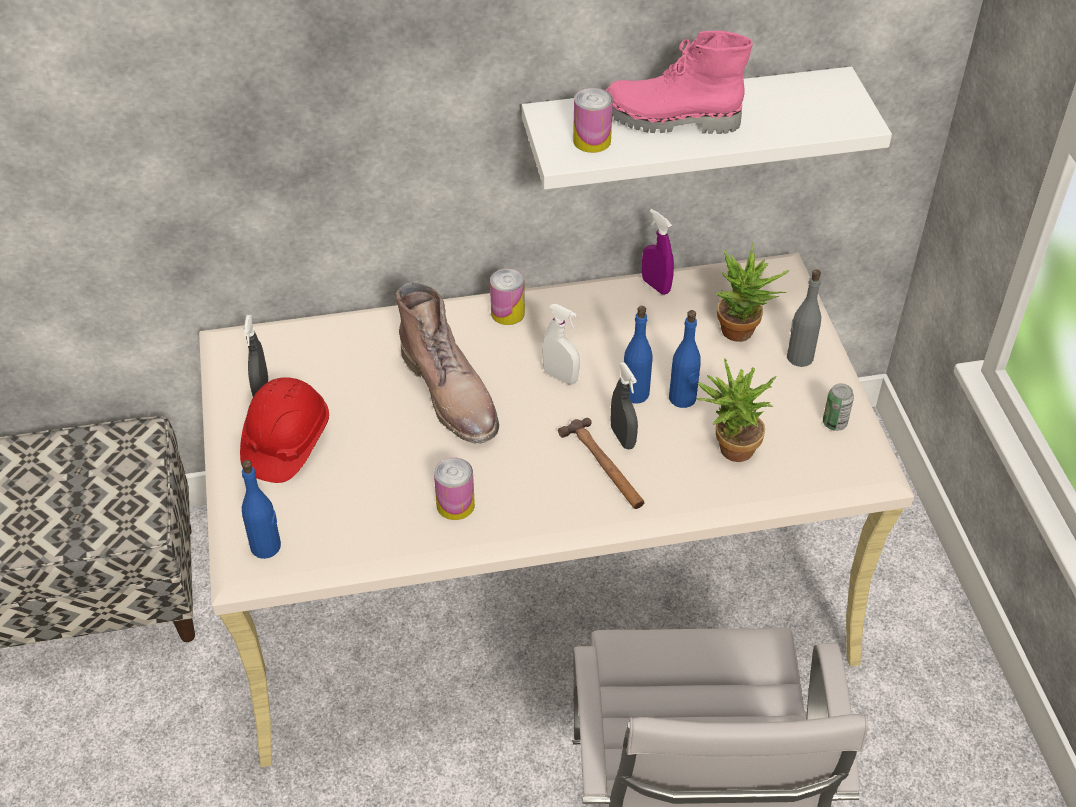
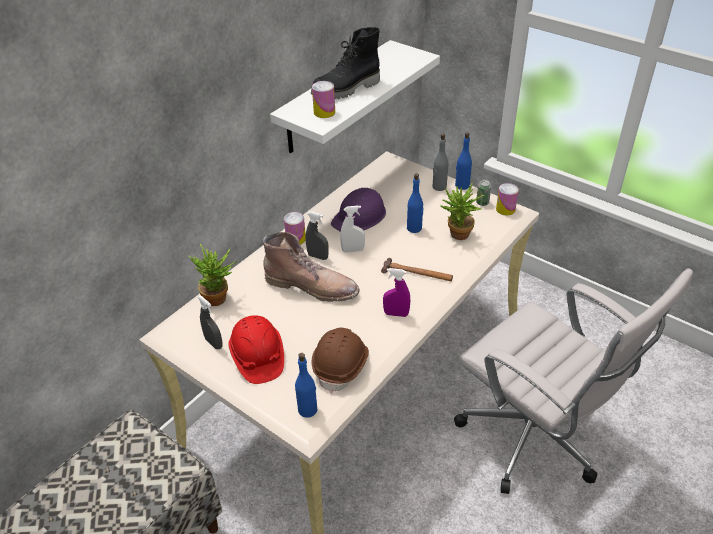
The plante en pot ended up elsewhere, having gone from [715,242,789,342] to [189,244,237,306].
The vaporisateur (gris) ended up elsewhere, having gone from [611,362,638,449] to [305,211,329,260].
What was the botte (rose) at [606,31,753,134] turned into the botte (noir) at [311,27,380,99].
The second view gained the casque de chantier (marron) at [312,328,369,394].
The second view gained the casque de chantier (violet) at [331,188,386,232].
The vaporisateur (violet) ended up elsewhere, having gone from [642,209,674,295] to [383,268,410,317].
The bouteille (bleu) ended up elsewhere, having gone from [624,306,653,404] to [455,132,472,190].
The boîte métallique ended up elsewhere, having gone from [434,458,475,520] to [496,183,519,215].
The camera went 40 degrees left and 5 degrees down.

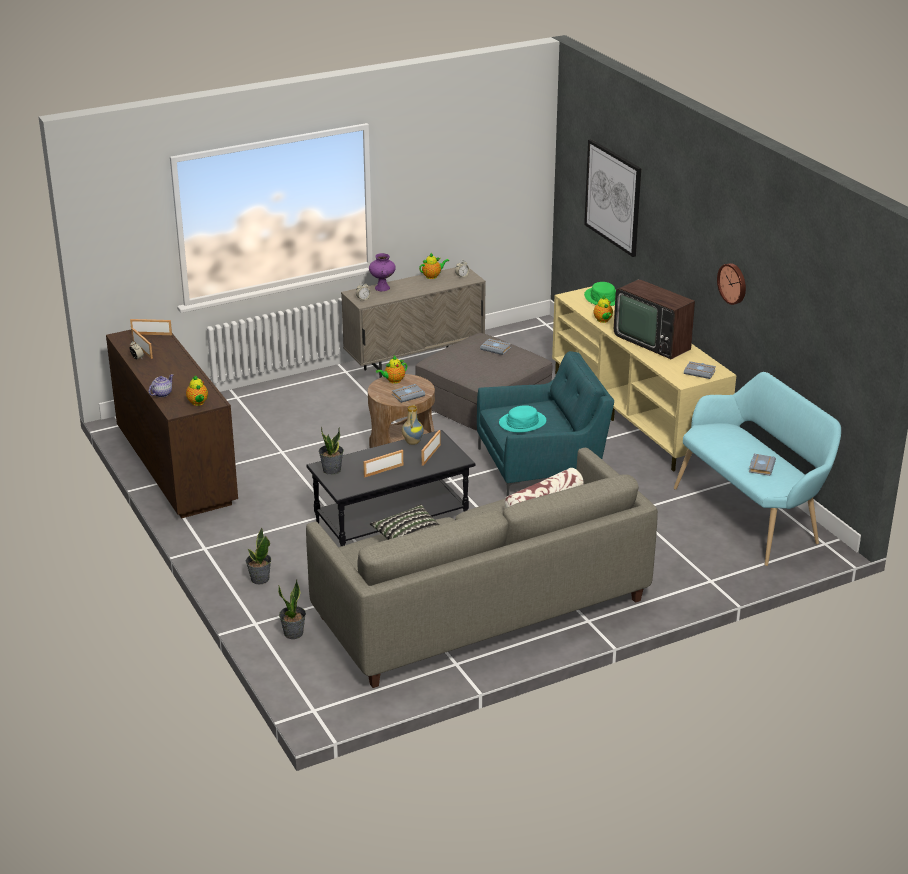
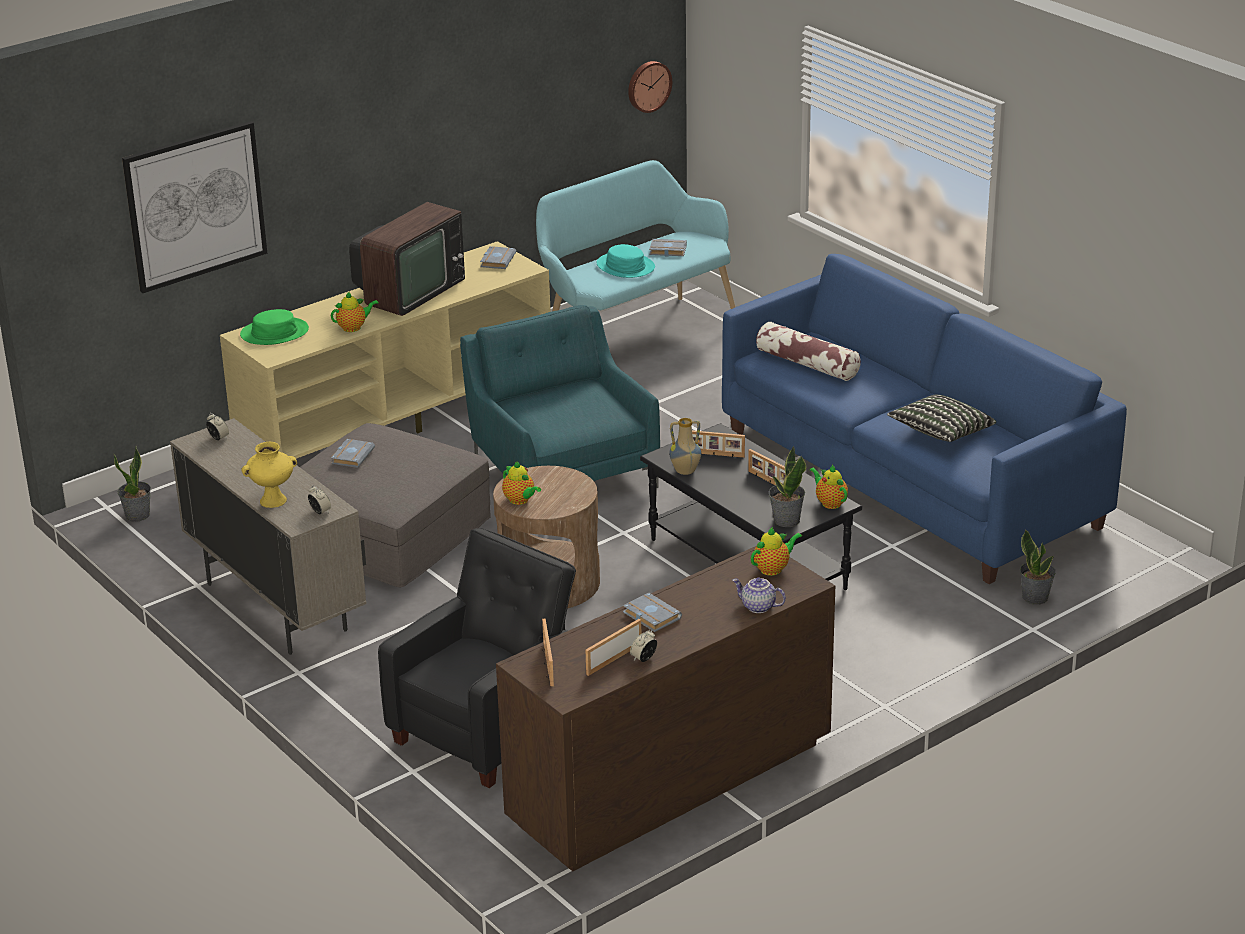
The plante en pot ended up elsewhere, having gone from [246,527,271,584] to [114,446,151,522].
What was the vase (violet) at [369,253,396,291] turned into the vase (jaune) at [242,442,297,508].
The second view gained the fauteuil (noir) at [378,528,576,788].
The chapeau (turquoise) ended up elsewhere, having gone from [499,405,546,432] to [597,244,655,278].
The livre (gris) ended up elsewhere, having gone from [392,384,425,403] to [623,592,682,632].
The horloge murale ended up elsewhere, having gone from [717,263,746,305] to [628,61,672,113].
What was the canapé (gris) at [306,448,658,688] turned into the canapé (bleu) at [722,254,1127,584].
The théière ended up elsewhere, having gone from [419,253,449,279] to [809,465,848,509].
The camera went 100 degrees left and 0 degrees up.

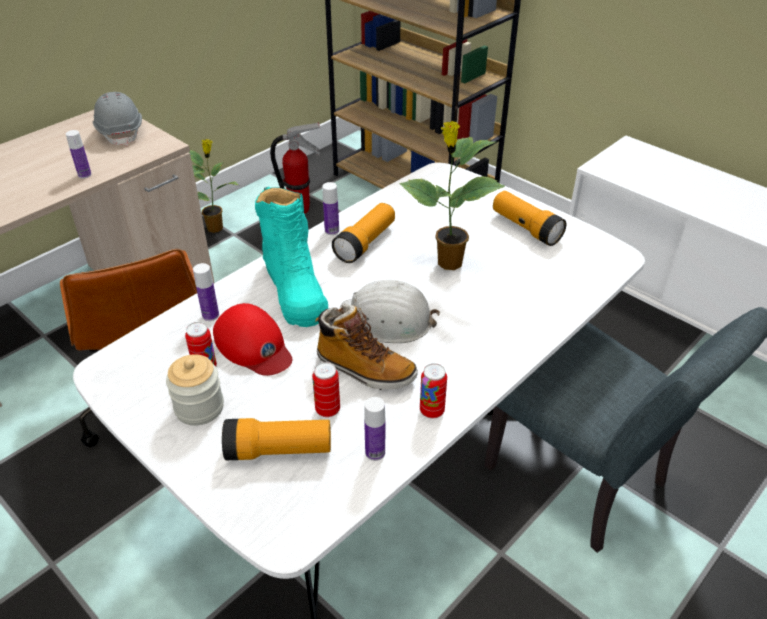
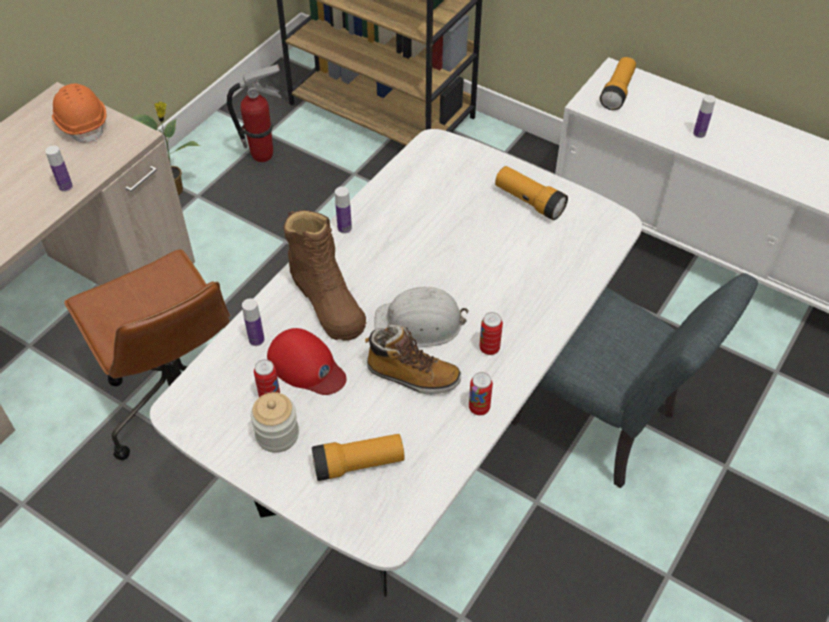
What was the casque de chantier (gris) at [92,92,142,146] turned into the casque de chantier (orange) at [52,84,106,143].
What was the botte (turquoise) at [255,187,328,327] turned into the botte (marron) at [283,210,366,341].
The boîte métallique ended up elsewhere, having gone from [312,362,340,417] to [479,312,503,355].
The lampe de poche ended up elsewhere, having gone from [332,203,395,263] to [600,57,636,110].
The bouteille ended up elsewhere, having gone from [364,397,385,461] to [693,95,716,138].
The second view lost the plante en pot at [399,121,505,270].
The camera went 10 degrees left and 10 degrees up.

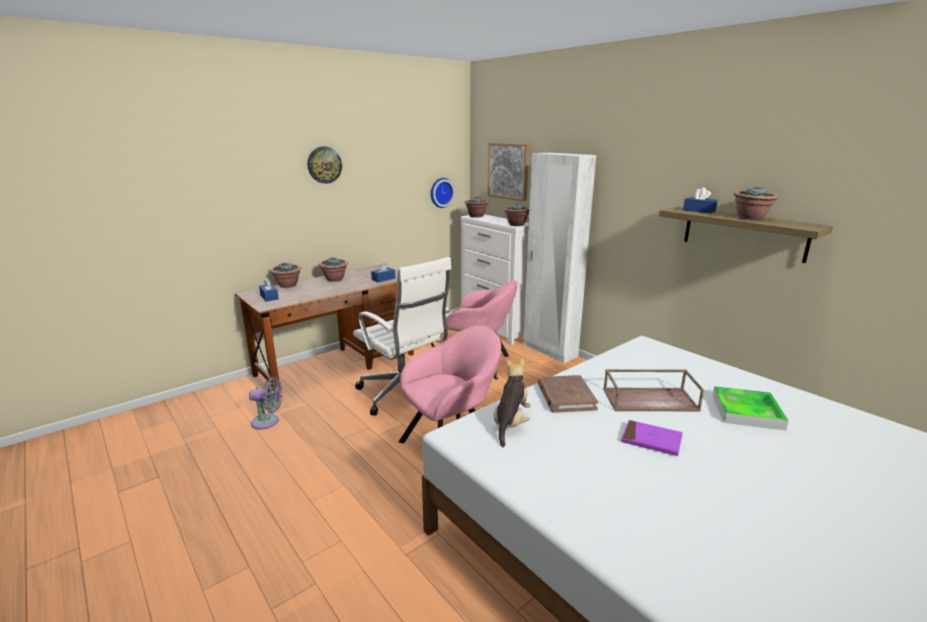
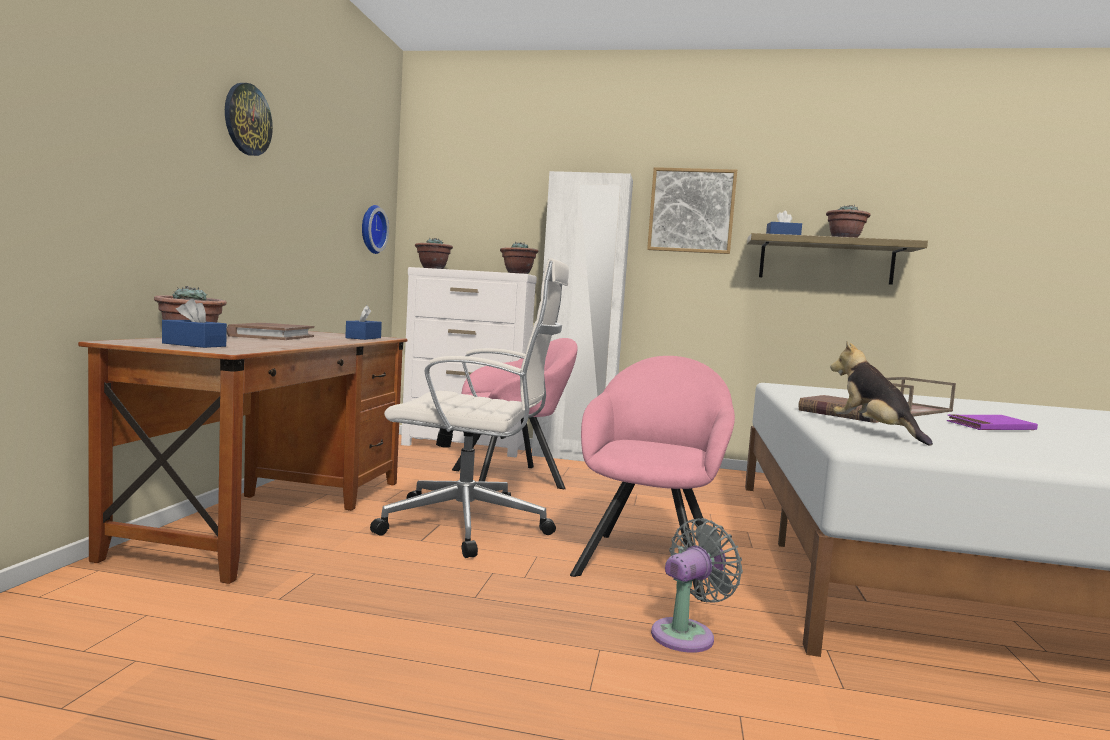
Where the plante en pot stood at [319,257,348,282], the livre (marron) came to stand at [227,323,314,340].
The tableau ended up elsewhere, having gone from [488,143,529,201] to [647,167,737,254].
The ventilateur (gris) ended up elsewhere, having gone from [249,377,282,430] to [651,518,743,653].
The second view lost the plateau at [712,386,789,430].
The camera went 40 degrees left and 15 degrees down.

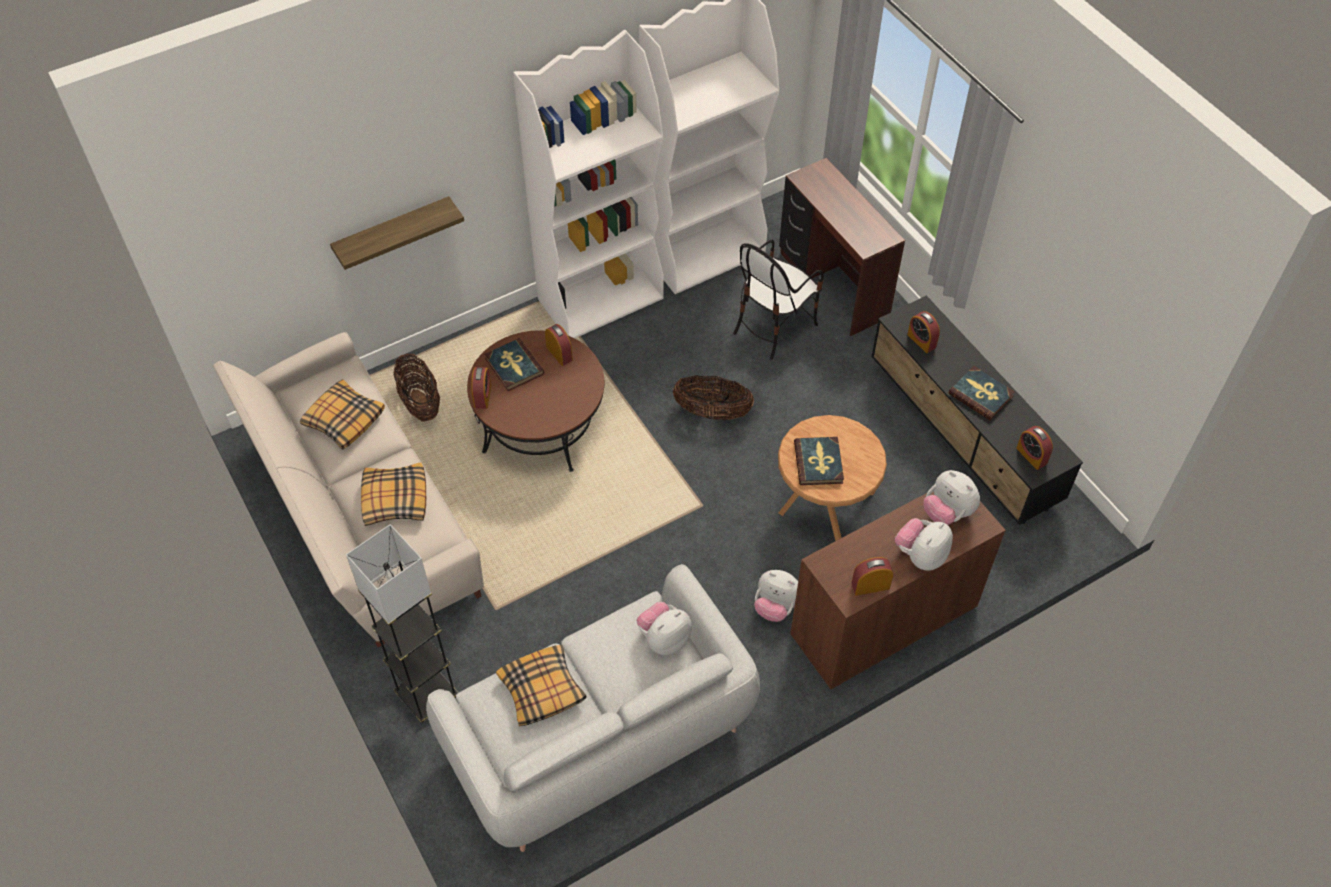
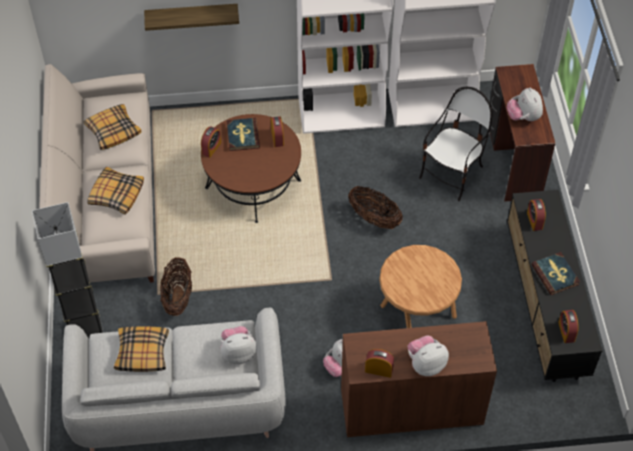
The panier ended up elsewhere, having gone from [394,354,440,422] to [160,257,192,316].
The chaise at [733,239,824,360] ended up facing another way, 150 degrees clockwise from before.
The peluche ended up elsewhere, having gone from [923,470,980,525] to [507,88,543,121].
The second view lost the livre at [794,437,844,485].
The camera went 25 degrees right and 0 degrees up.

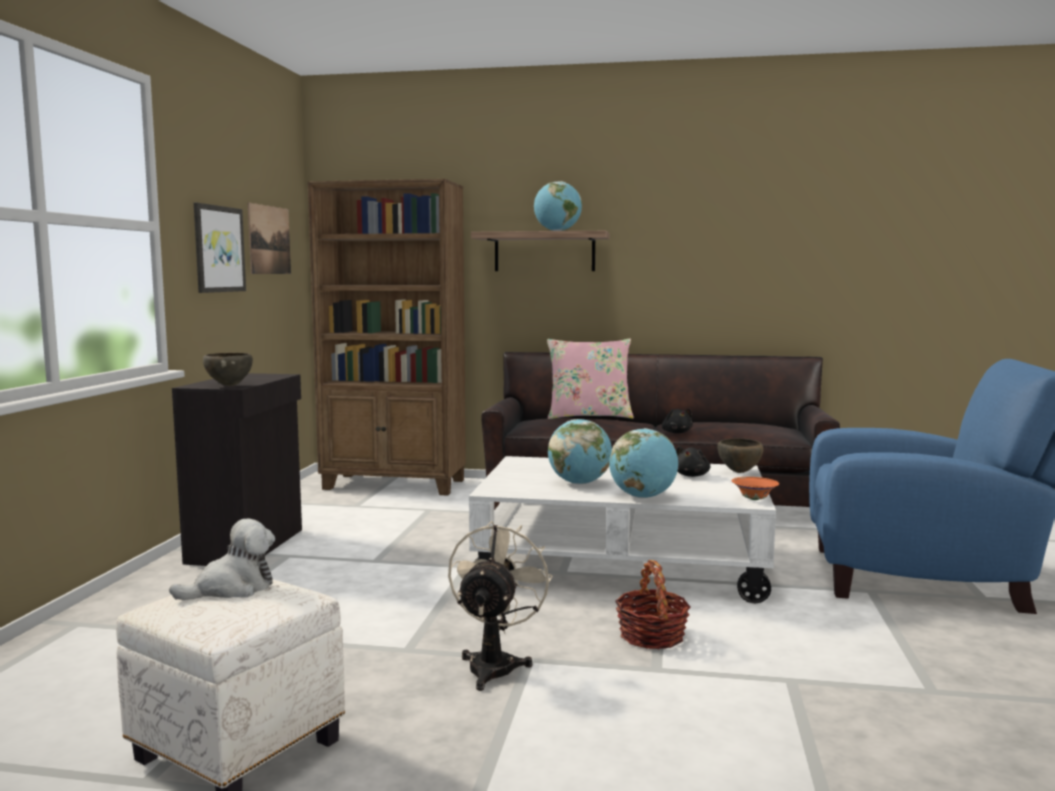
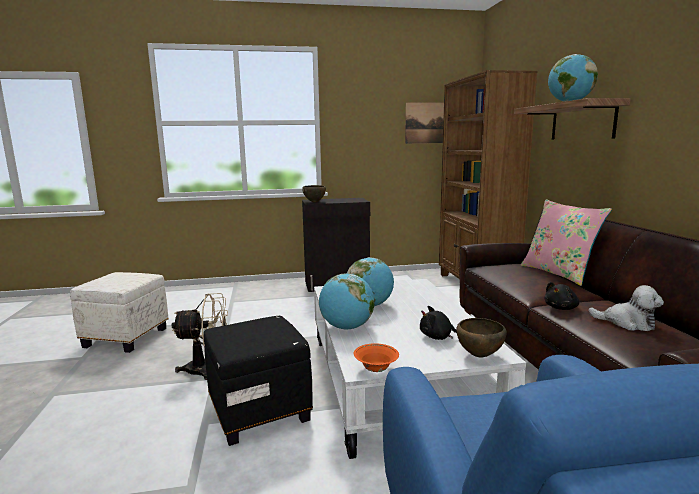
Where the panier stood at [615,560,691,649], the pouf (noir) came to stand at [204,316,313,446].
The peluche ended up elsewhere, having gone from [169,519,275,600] to [588,285,664,331].
The second view lost the tableau at [194,203,246,293].
The camera went 70 degrees right and 5 degrees up.

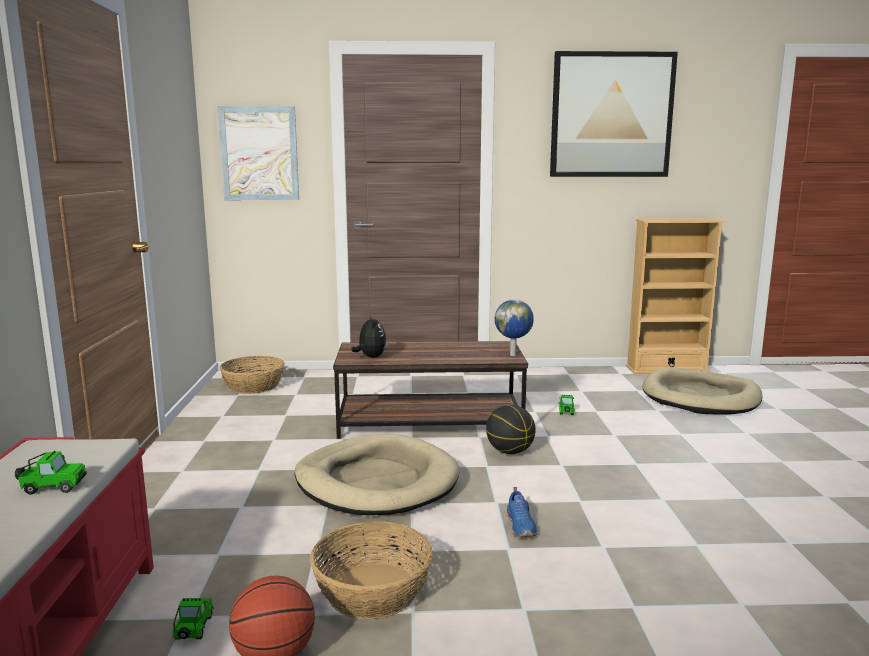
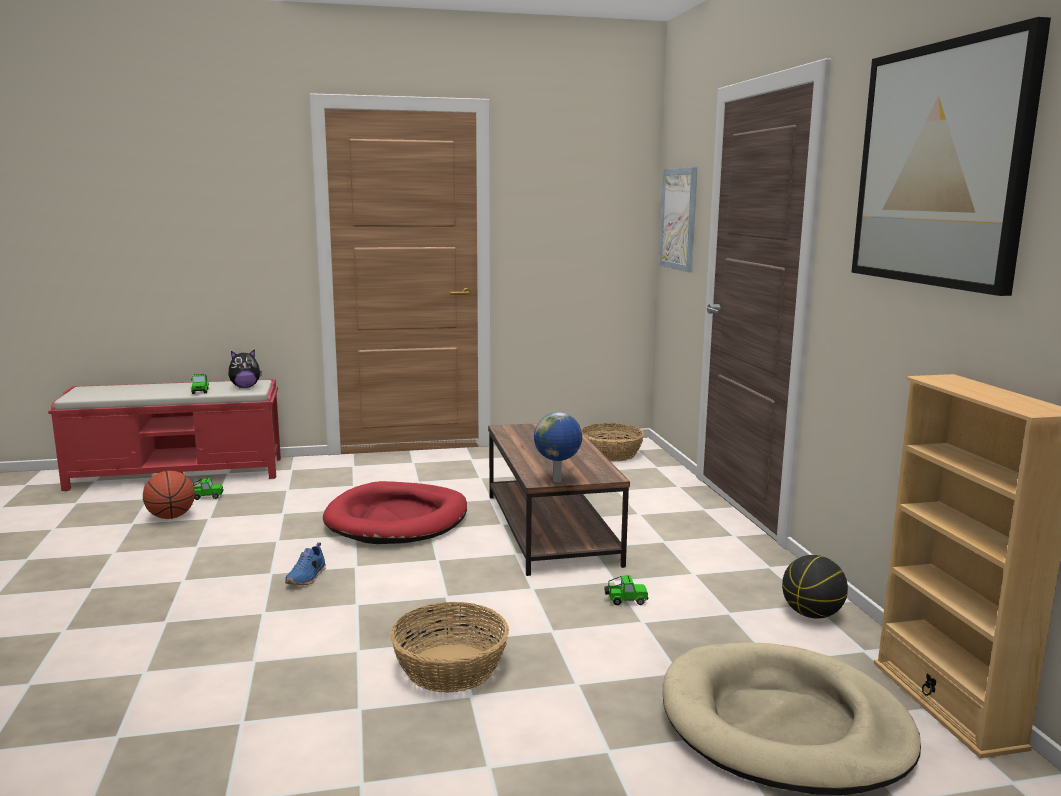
The peluche ended up elsewhere, having gone from [351,314,386,358] to [228,349,262,388].
The chaussure (bleu) at [506,487,537,537] ended up facing another way, 60 degrees counterclockwise from before.
What was the panier pour chien (beige) at [294,434,459,515] turned into the panier pour chien (rouge) at [323,481,467,544].
The panier ended up elsewhere, having gone from [310,521,433,619] to [390,602,509,693].
The ballon de basket ended up elsewhere, having gone from [486,405,536,454] to [782,555,848,619].
The camera went 80 degrees right and 0 degrees up.

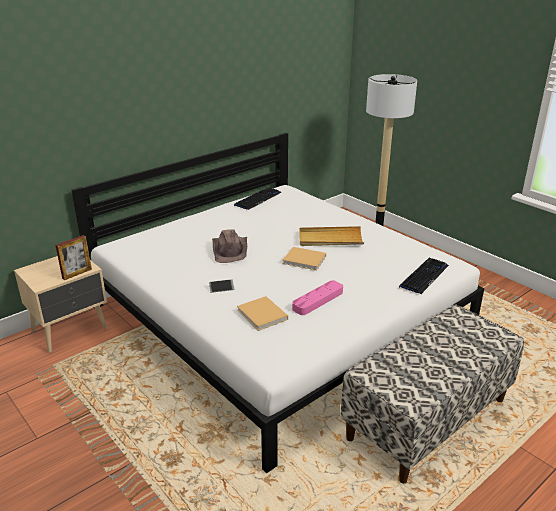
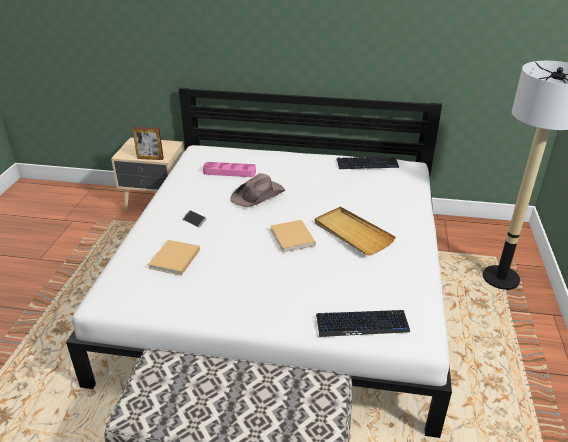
The plateau (rose) ended up elsewhere, having gone from [292,280,343,315] to [203,162,256,177].
The camera went 50 degrees right and 5 degrees up.

